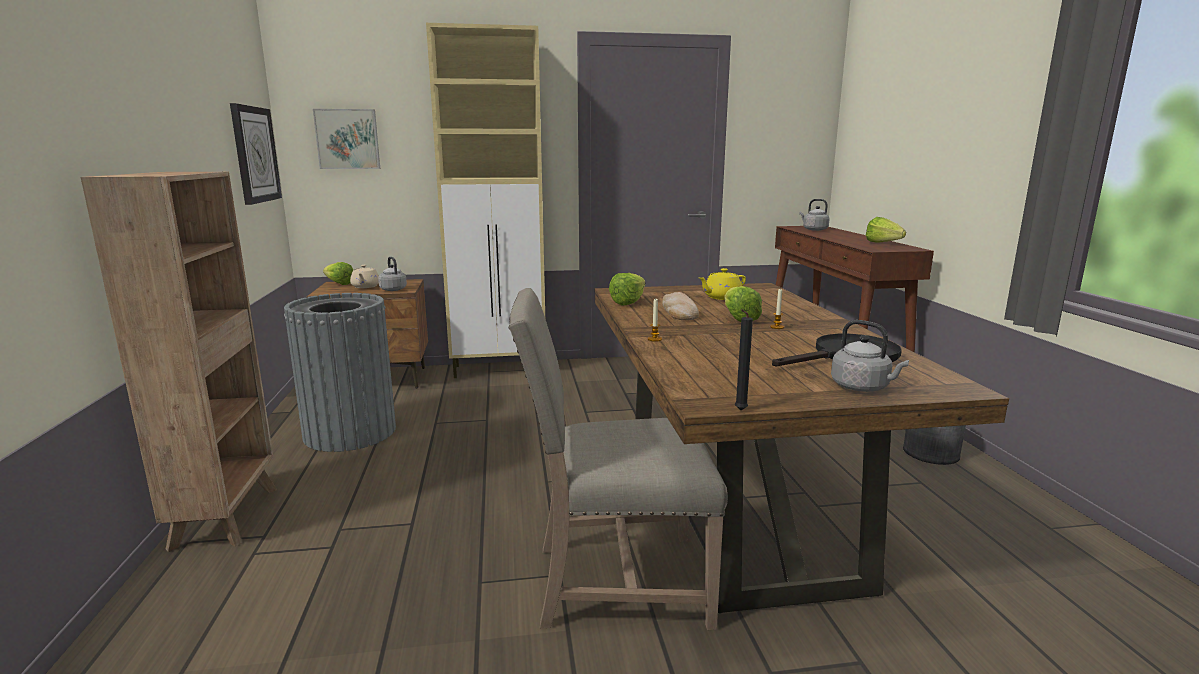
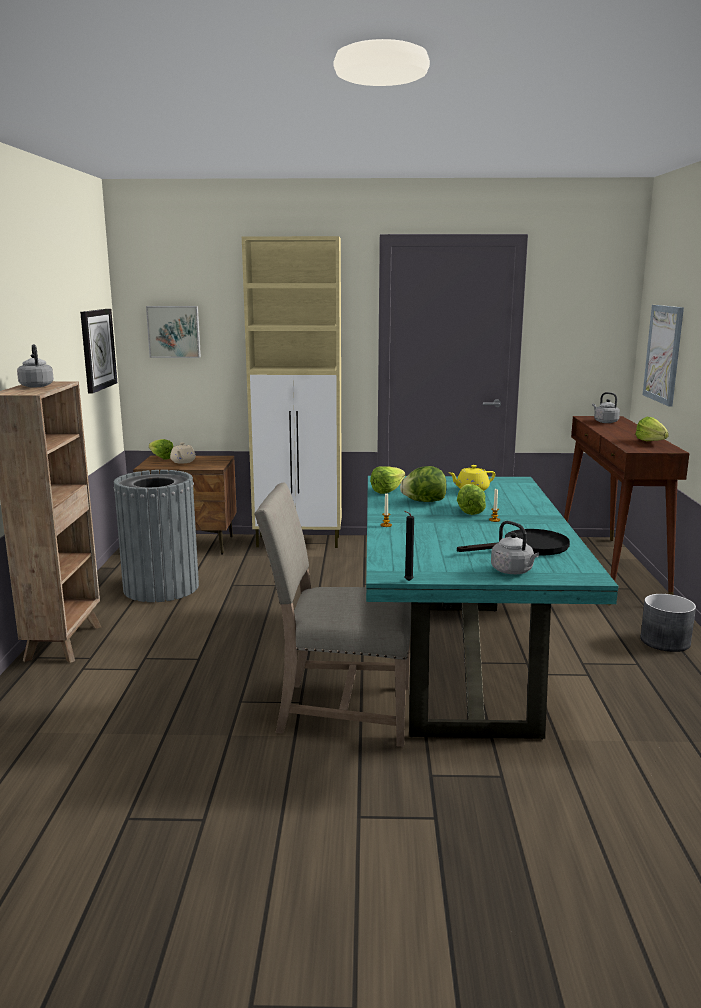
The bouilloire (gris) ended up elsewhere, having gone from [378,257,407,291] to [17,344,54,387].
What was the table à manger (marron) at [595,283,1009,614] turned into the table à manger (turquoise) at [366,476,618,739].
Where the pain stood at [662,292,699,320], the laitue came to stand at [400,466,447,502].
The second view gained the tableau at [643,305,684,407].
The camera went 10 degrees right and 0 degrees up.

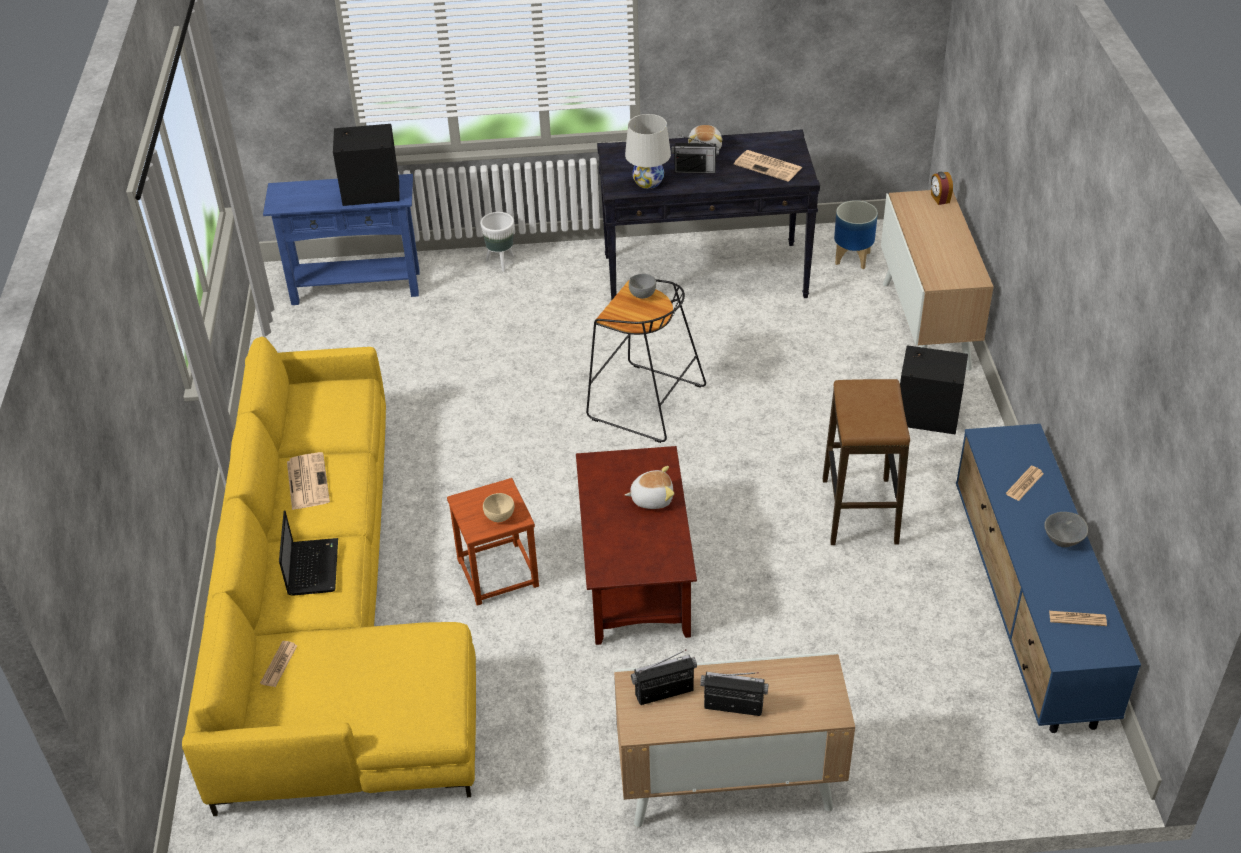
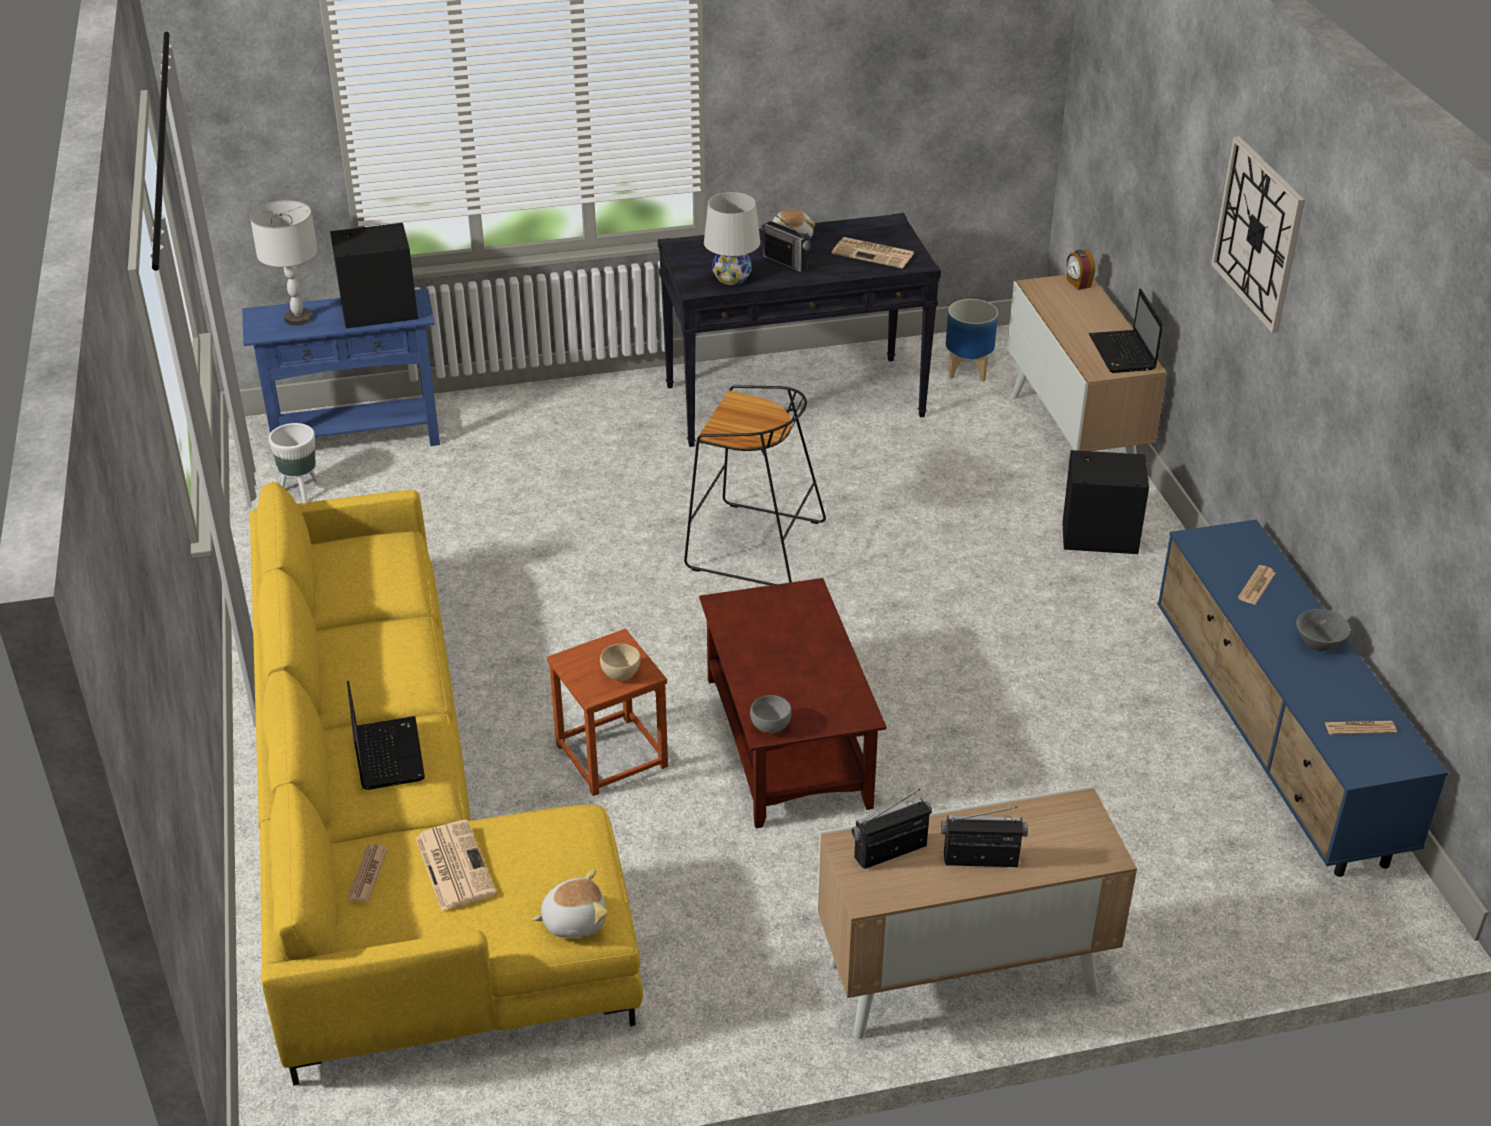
The second view gained the lampe de table (gris) at [250,200,318,326].
The cache-pot (blanc) ended up elsewhere, having gone from [480,212,514,272] to [268,423,319,503].
The journal ended up elsewhere, having gone from [287,452,330,510] to [416,820,496,911].
The peluche ended up elsewhere, having gone from [625,466,674,509] to [533,869,608,938].
The bol (gris) ended up elsewhere, having gone from [629,274,656,299] to [750,695,792,733].
The radio at [672,135,719,174] ended up facing another way, 45 degrees clockwise from before.
The second view gained the ordinateur portable at [1089,288,1163,373].
The second view gained the horloge murale at [1211,136,1305,333].
The second view lost the tabouret at [823,379,910,545].
The camera went 10 degrees left and 5 degrees down.

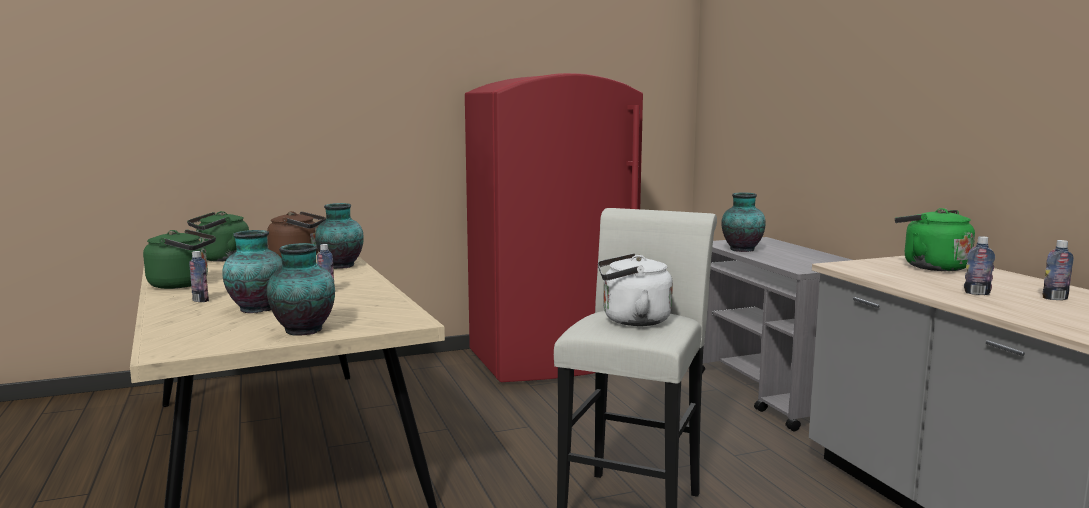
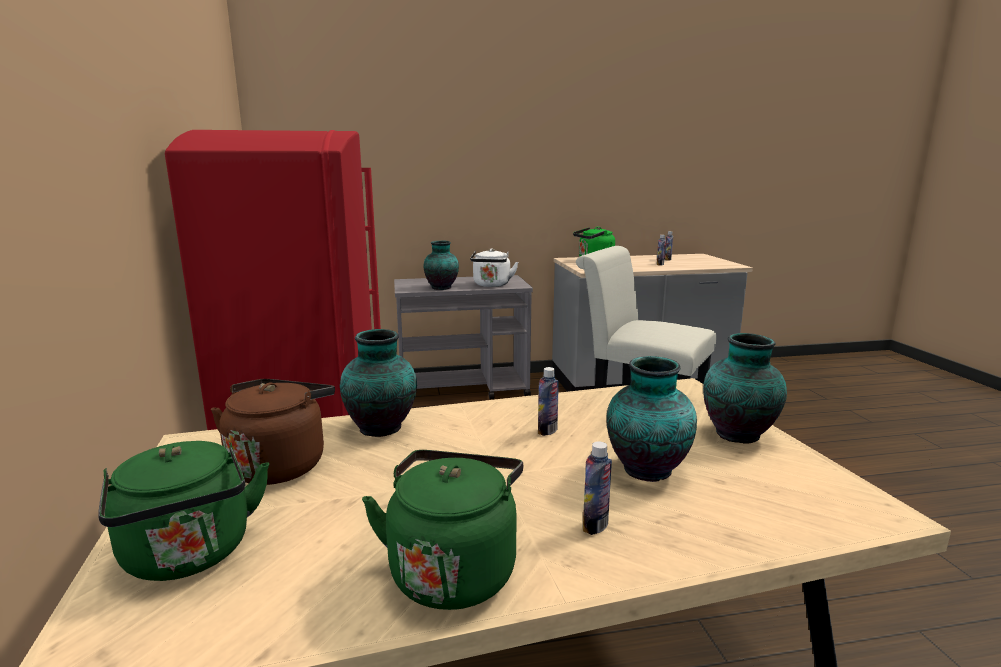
The bouilloire (blanc) ended up elsewhere, having gone from [598,253,673,326] to [470,248,518,287].
The camera went 80 degrees left and 5 degrees up.

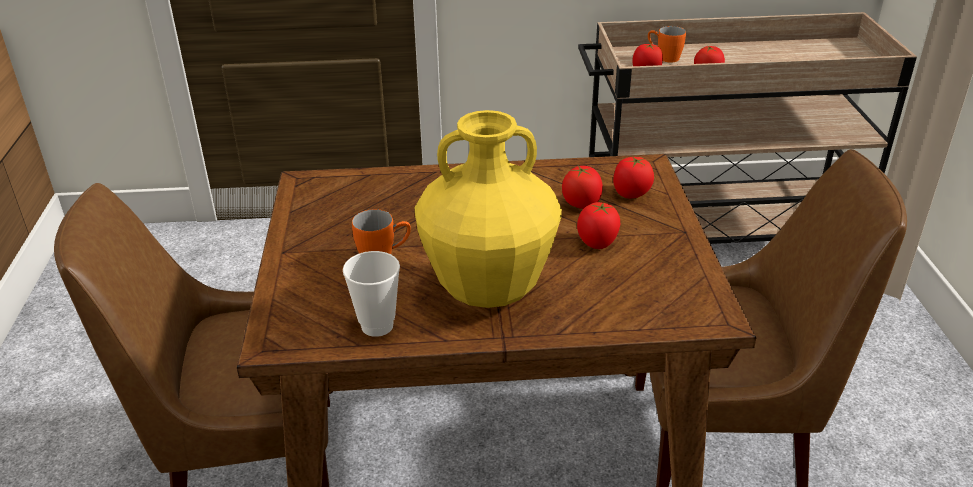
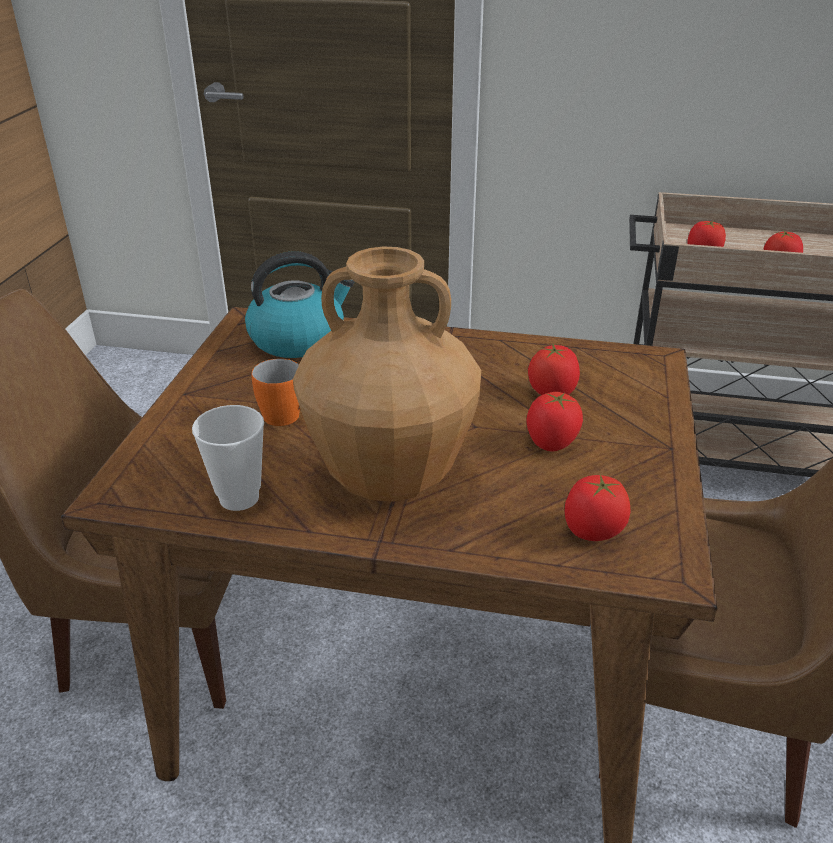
The second view gained the bouilloire at [245,251,354,358].
What was the vase (jaune) at [415,110,562,308] turned into the vase (marron) at [293,247,481,502].
The tomate ended up elsewhere, having gone from [613,156,654,198] to [565,474,630,541].
The second view lost the mug (orange) at [648,26,686,62].
The camera went 15 degrees right and 0 degrees up.

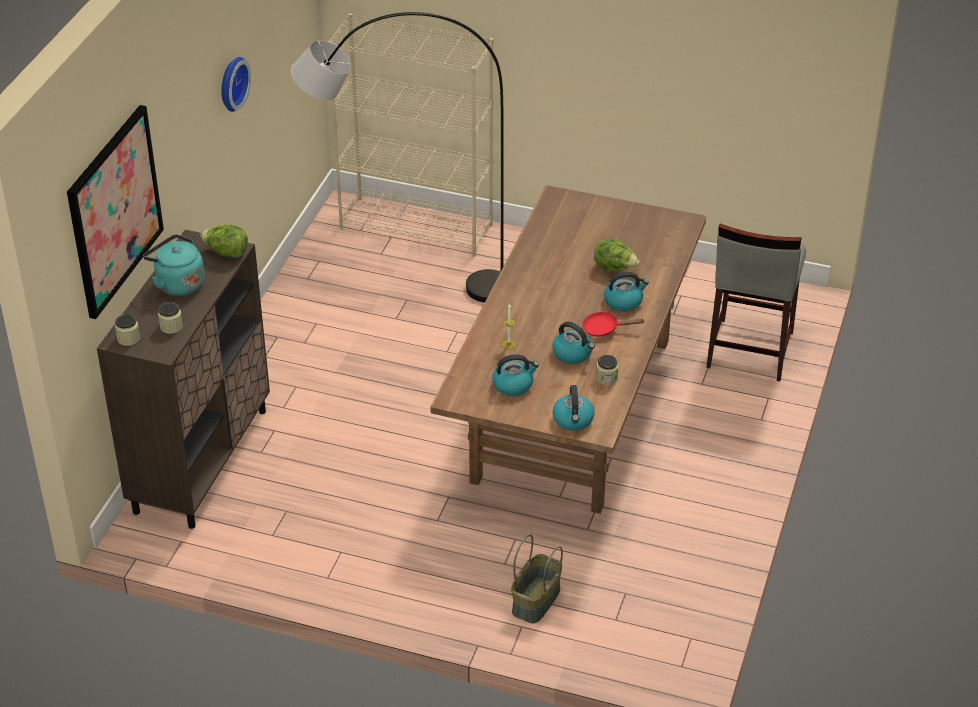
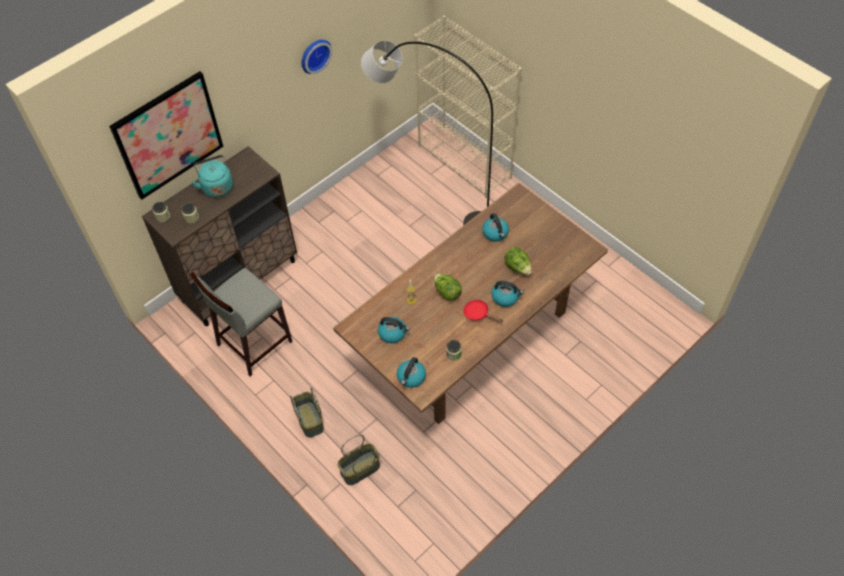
The tabouret (gris) ended up elsewhere, having gone from [706,224,806,381] to [190,268,293,376].
The second view gained the panier at [290,387,324,438].
The laitue ended up elsewhere, having gone from [200,225,248,258] to [434,274,462,301].
The bouilloire ended up elsewhere, having gone from [552,322,595,364] to [482,213,509,242].
The camera went 30 degrees right and 15 degrees up.

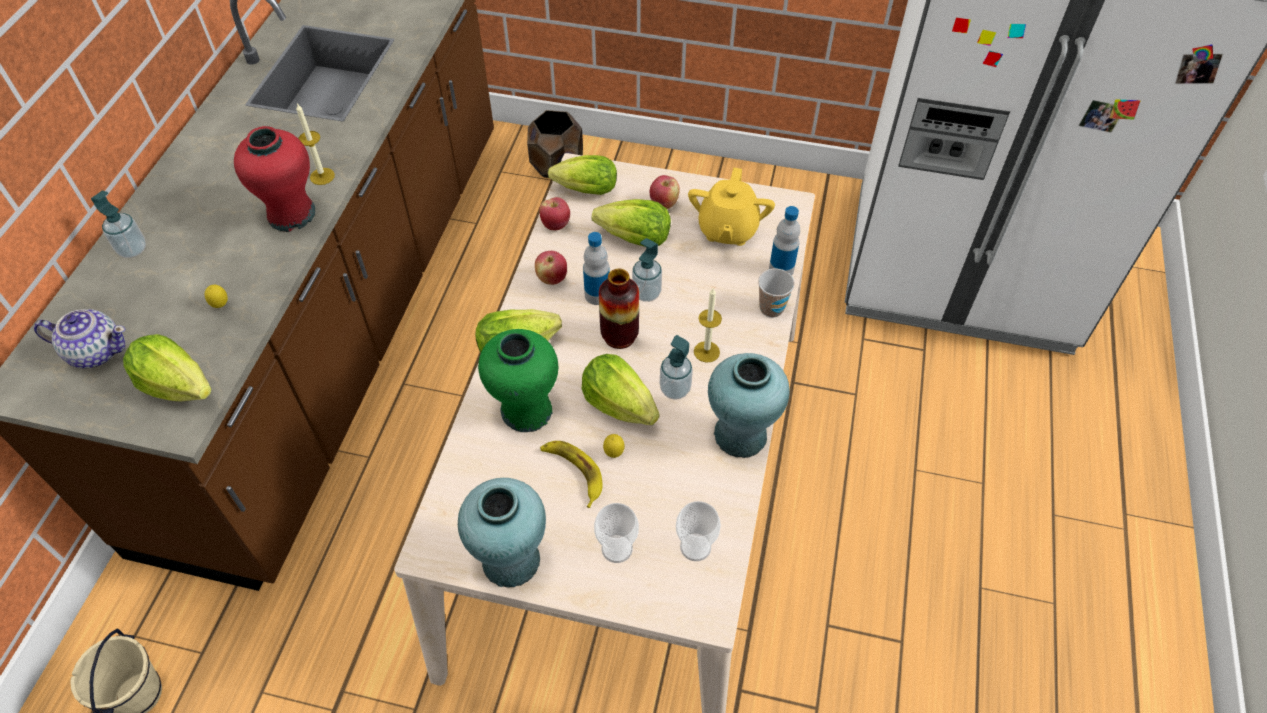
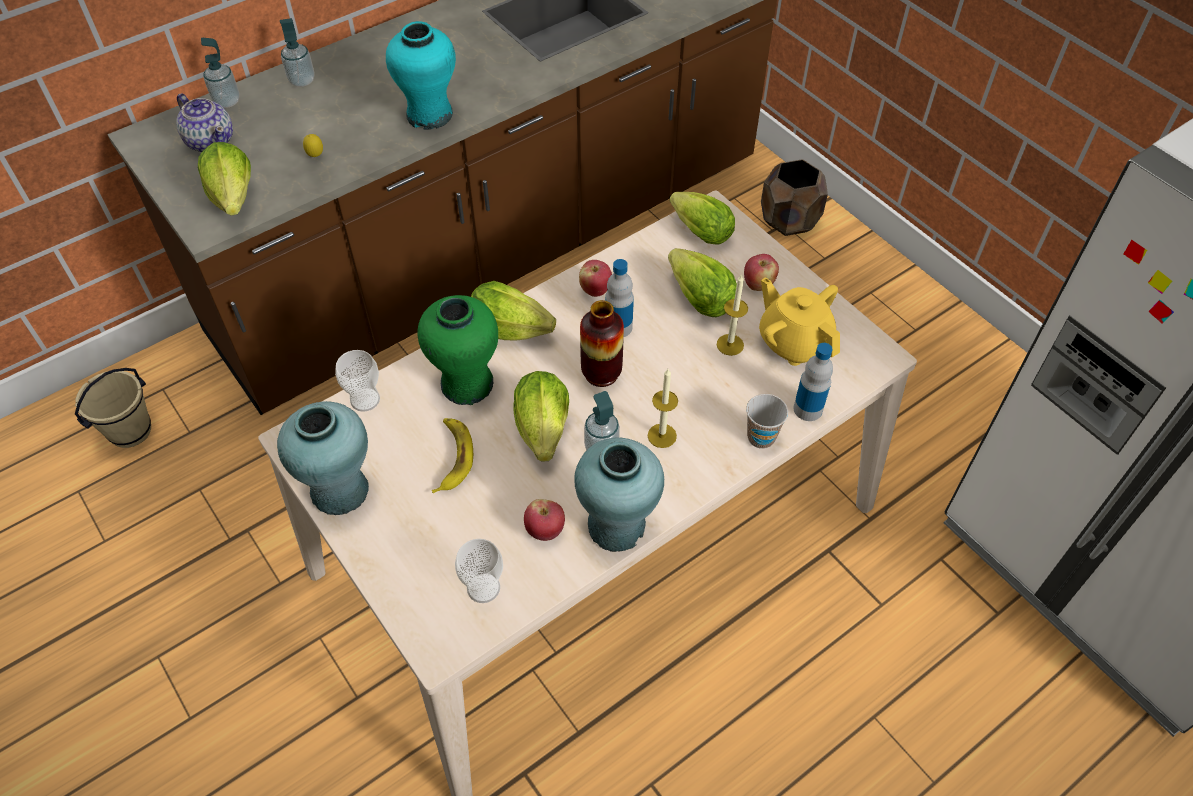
The distributeur de savon ended up elsewhere, having gone from [632,238,662,302] to [201,38,240,108].
The tasse ended up elsewhere, having gone from [594,503,639,563] to [335,350,380,412].
What was the vase (rouge) at [234,126,315,232] turned into the vase (turquoise) at [386,21,456,130].
The pomme ended up elsewhere, having gone from [539,197,570,230] to [524,499,565,541].
The bougie ended up elsewhere, having gone from [296,103,335,185] to [717,274,748,356].
The théière (jaune) at [688,167,775,246] ended up facing another way, 90 degrees clockwise from before.
The second view lost the citron at [603,434,624,458].
The camera went 40 degrees right and 0 degrees up.

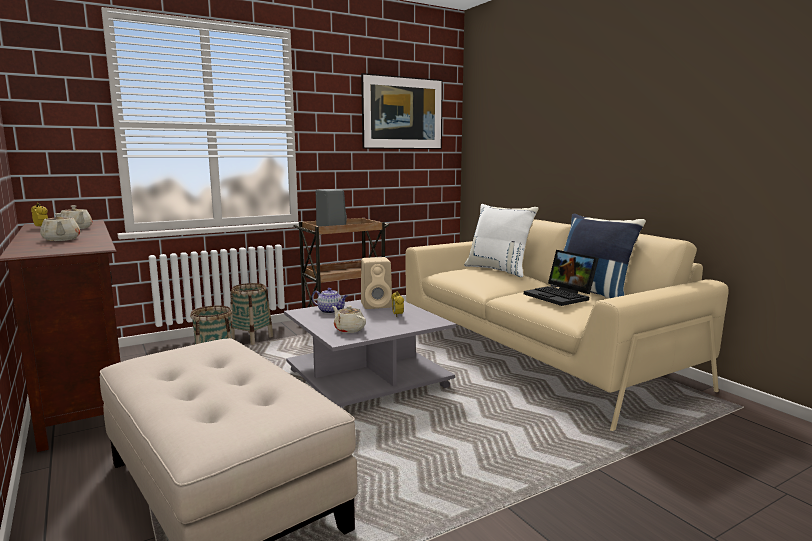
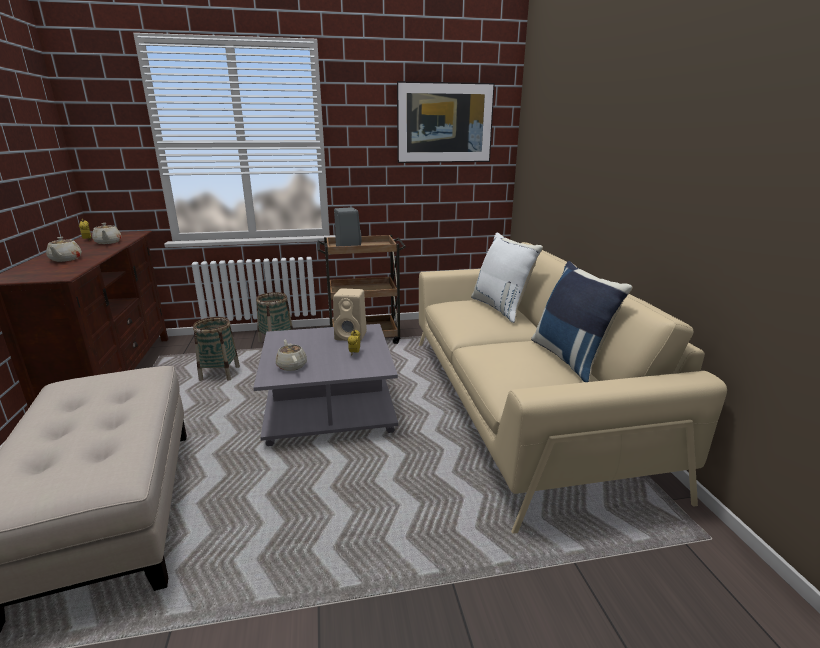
The second view lost the théière at [312,288,348,314].
The second view lost the ordinateur portable at [524,250,599,306].
The camera went 20 degrees right and 10 degrees up.

